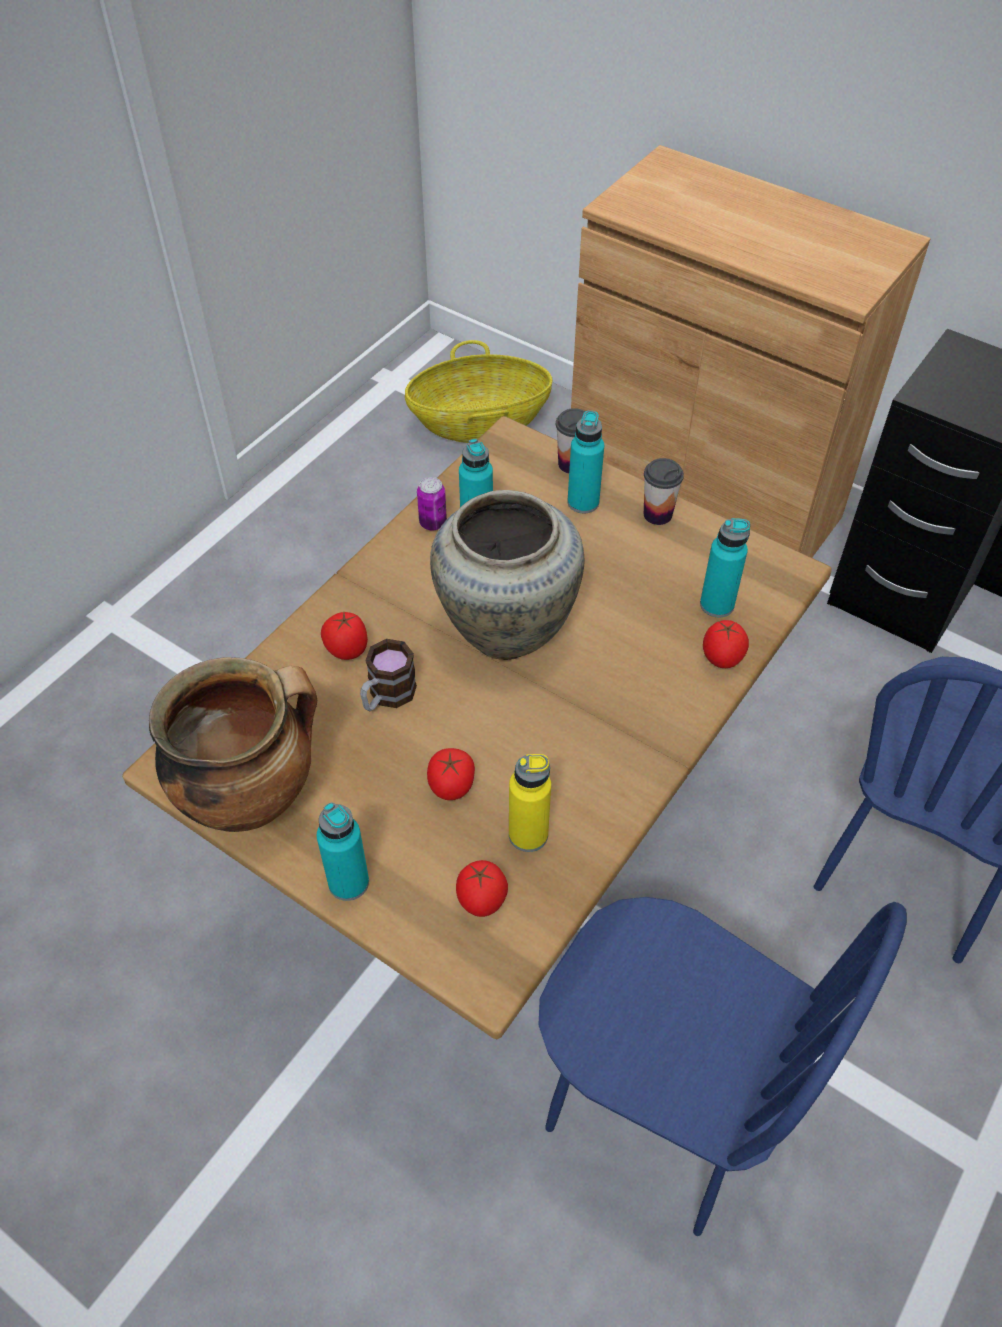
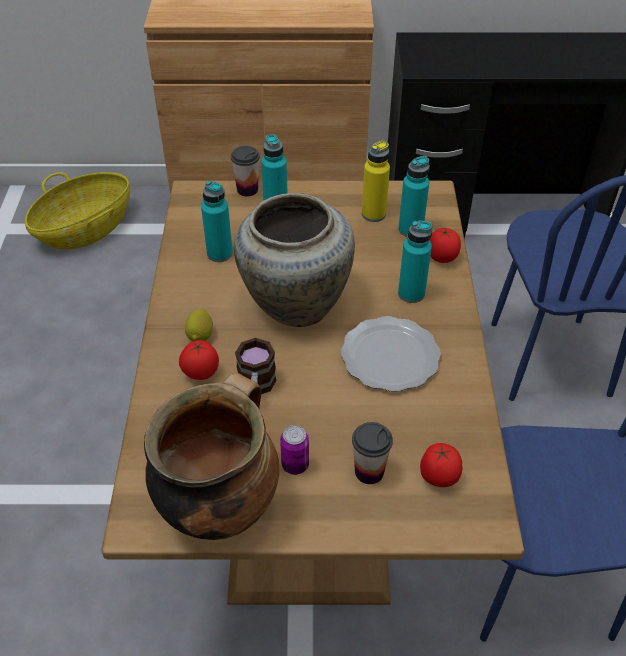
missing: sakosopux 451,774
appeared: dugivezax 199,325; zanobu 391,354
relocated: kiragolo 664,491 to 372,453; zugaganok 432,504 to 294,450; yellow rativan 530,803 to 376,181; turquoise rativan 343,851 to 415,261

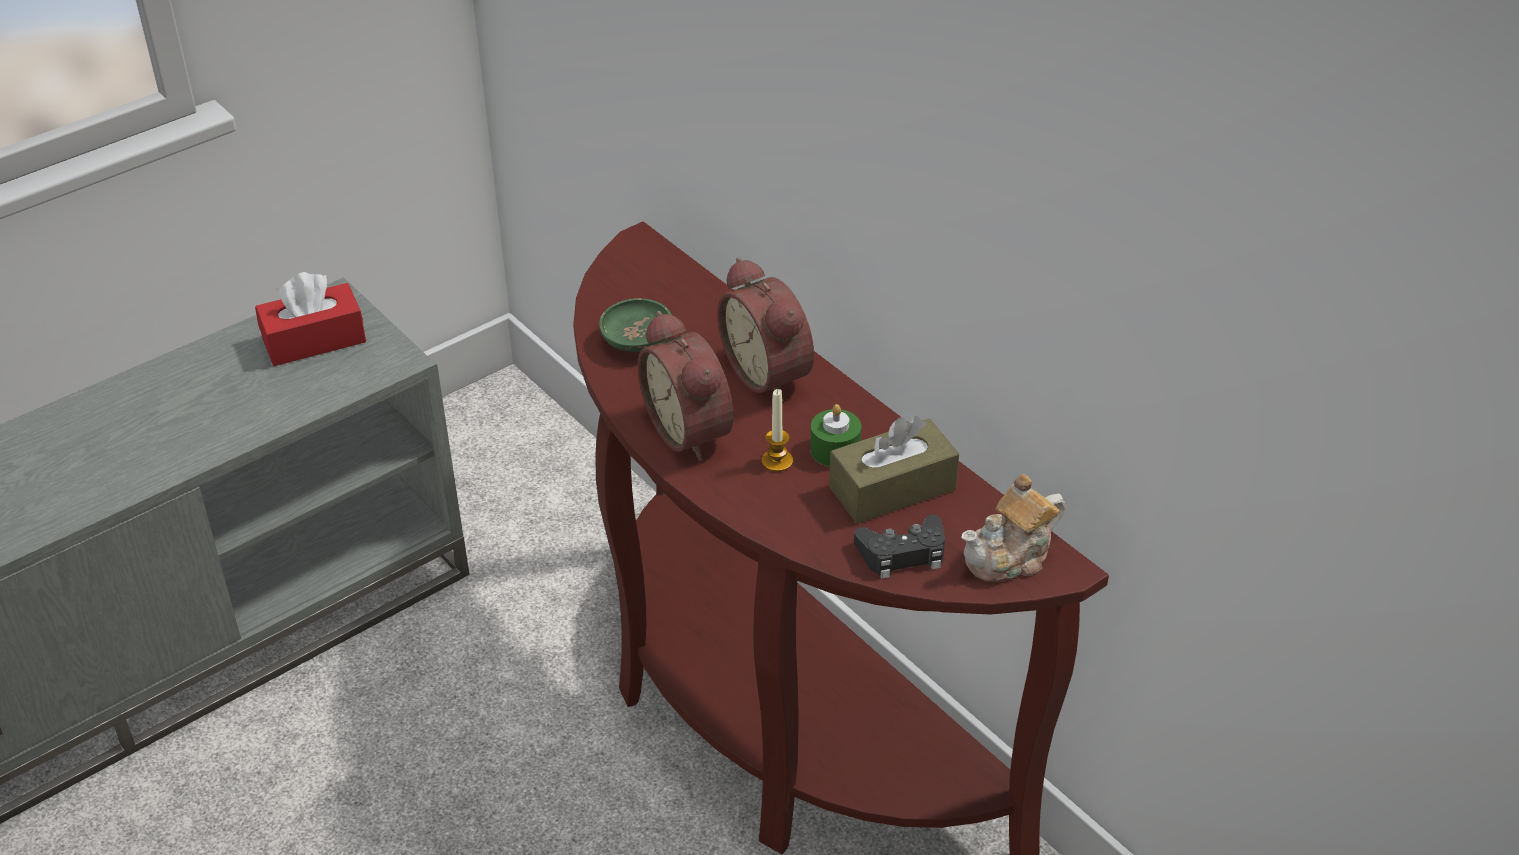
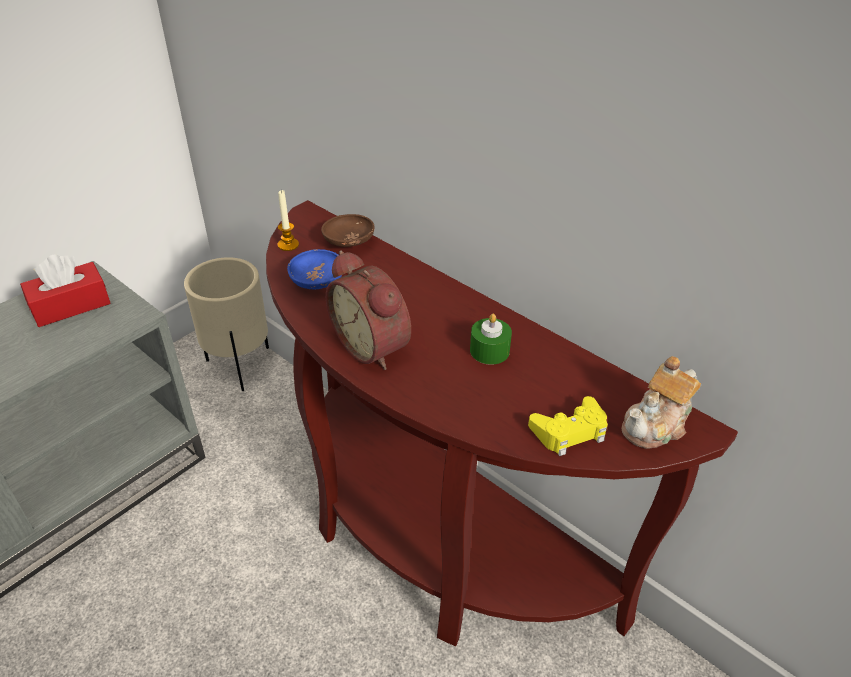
missing: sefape 765,329; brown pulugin 894,470
appeared: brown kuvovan 348,230; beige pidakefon 226,324
relocated: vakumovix 777,430 to 288,220
colour: green kuvovan 635,325 to blue kuvovan 314,269; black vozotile 899,547 to yellow vozotile 568,426

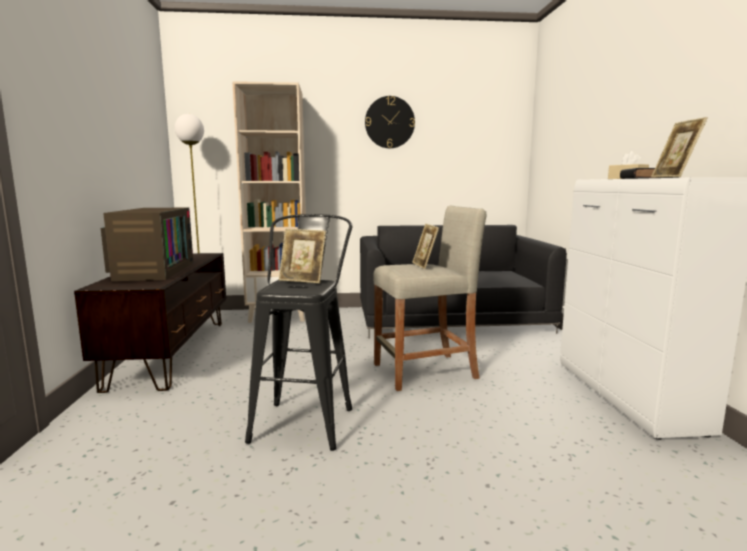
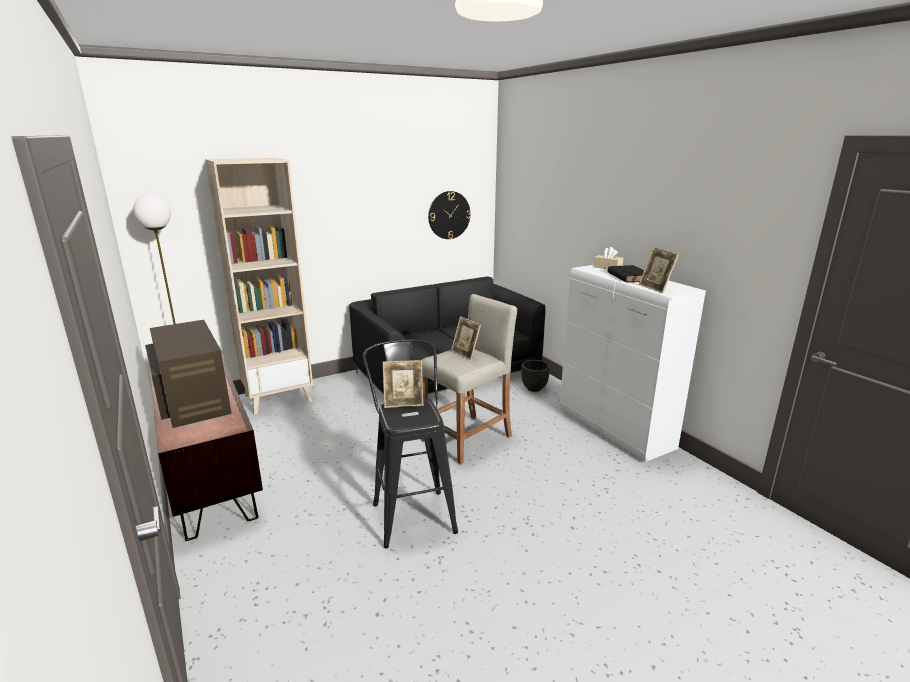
appeared: black pidakefon 535,376
relocated: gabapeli 390,122 to 449,215

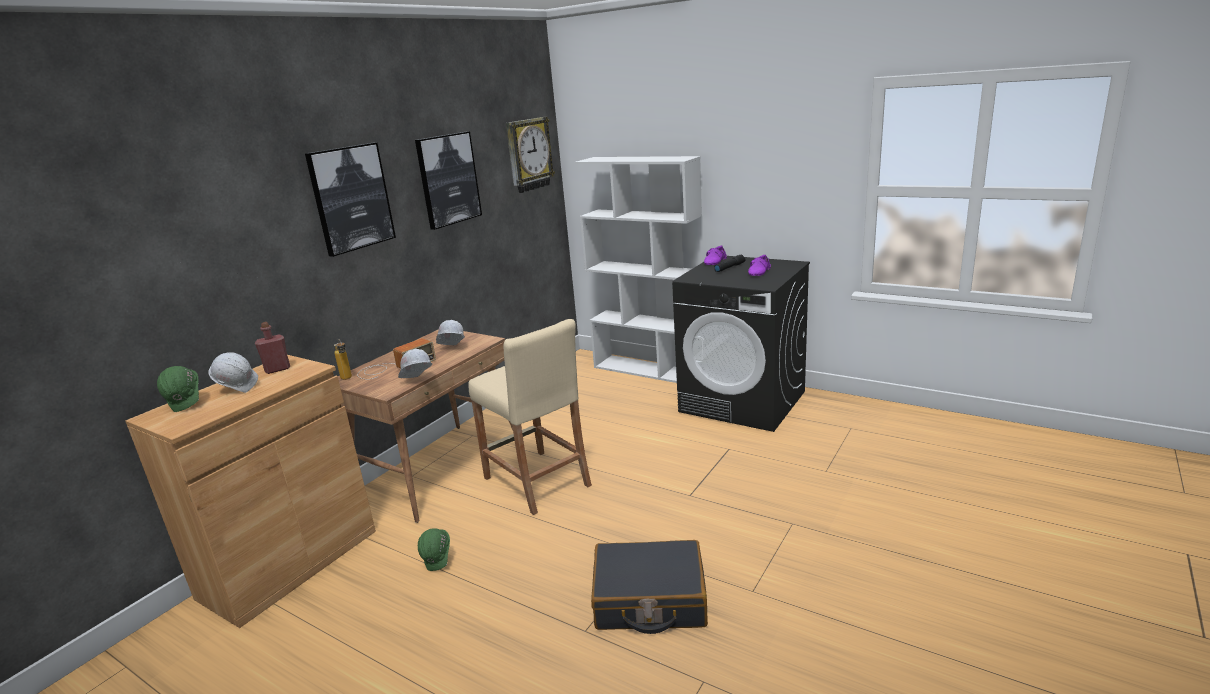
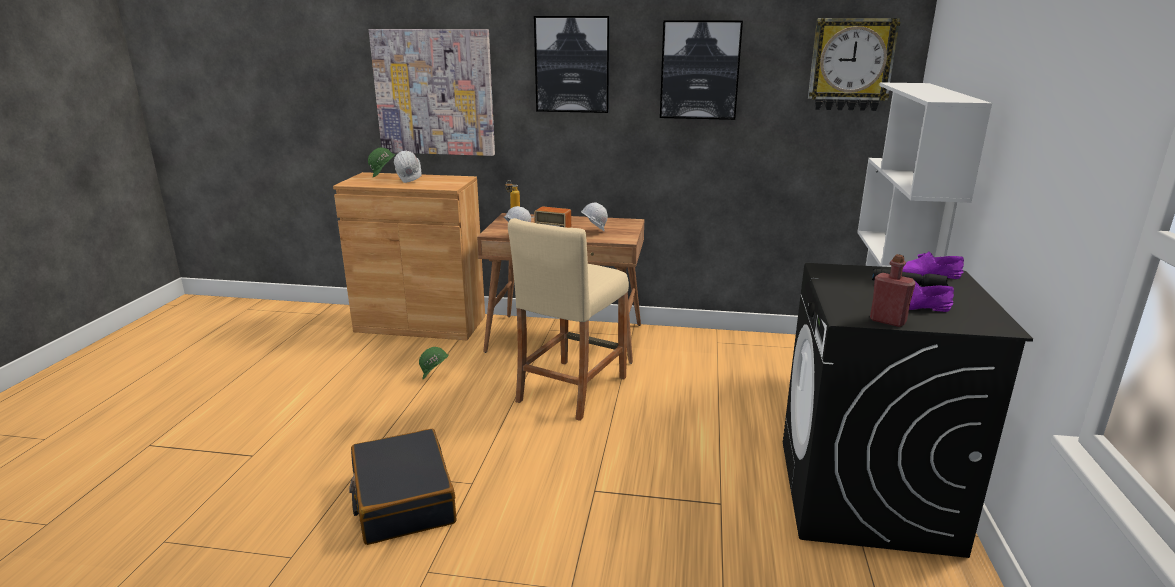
appeared: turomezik 432,92
relocated: red rativan 272,348 to 893,290

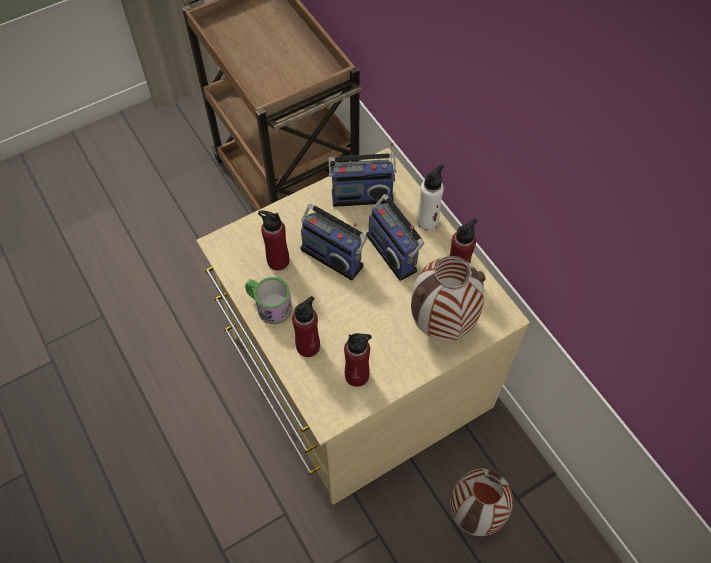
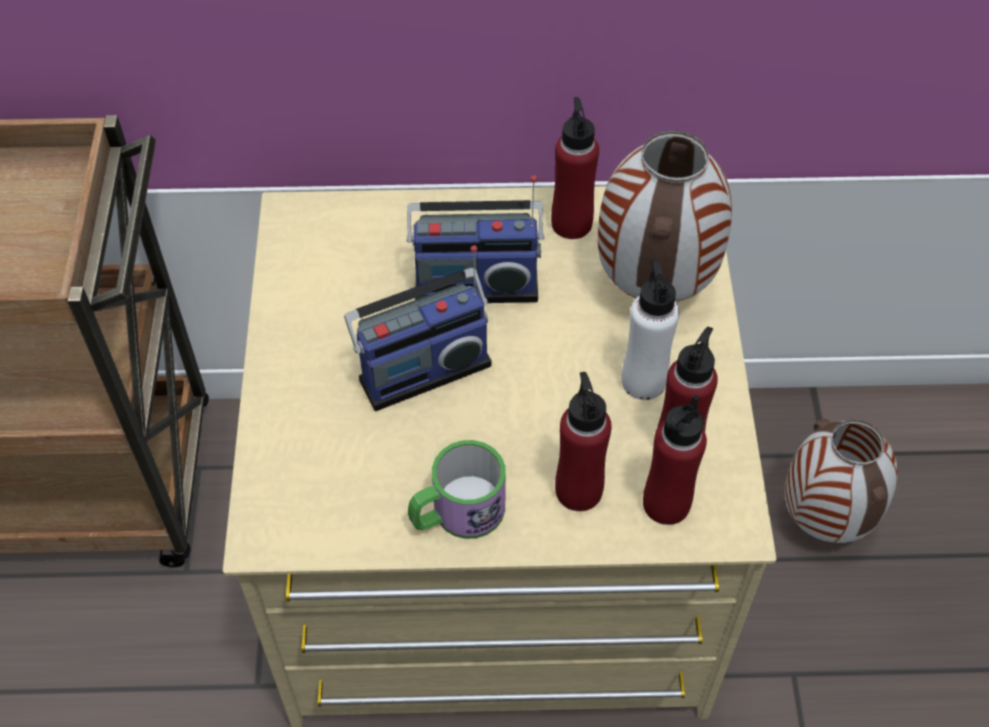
missing: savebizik 362,175
relocated: white rativan 430,197 to 650,329; red rativan 273,240 to 675,460

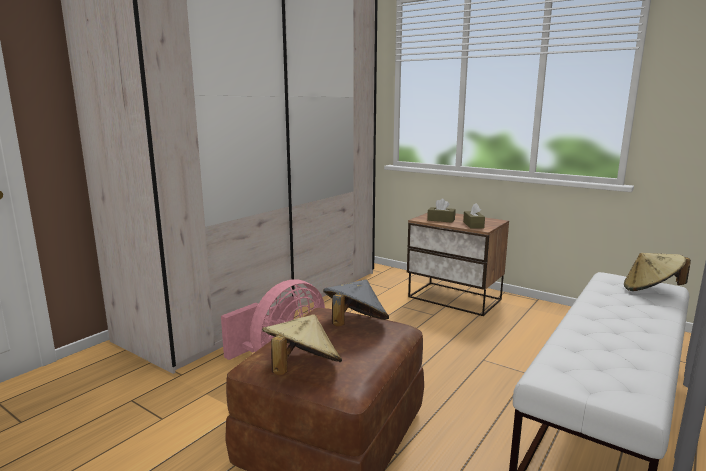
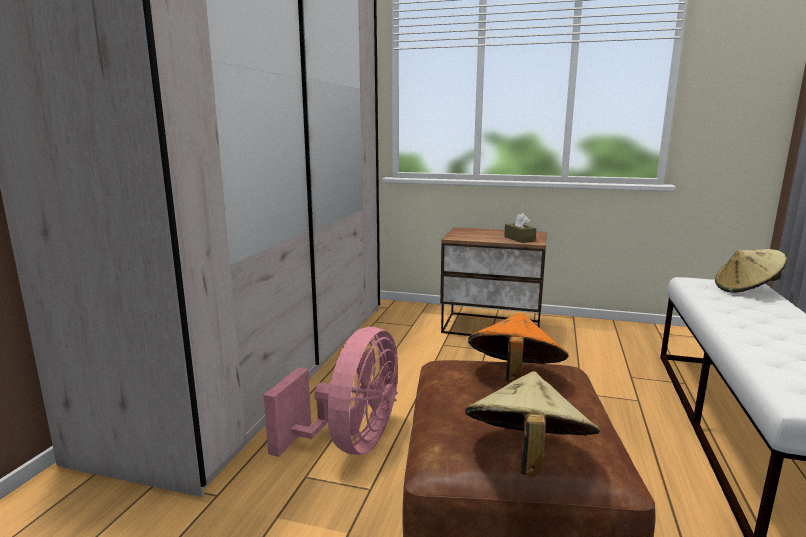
missing: brown pulugin 441,211
colour: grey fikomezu 356,303 to orange fikomezu 518,347

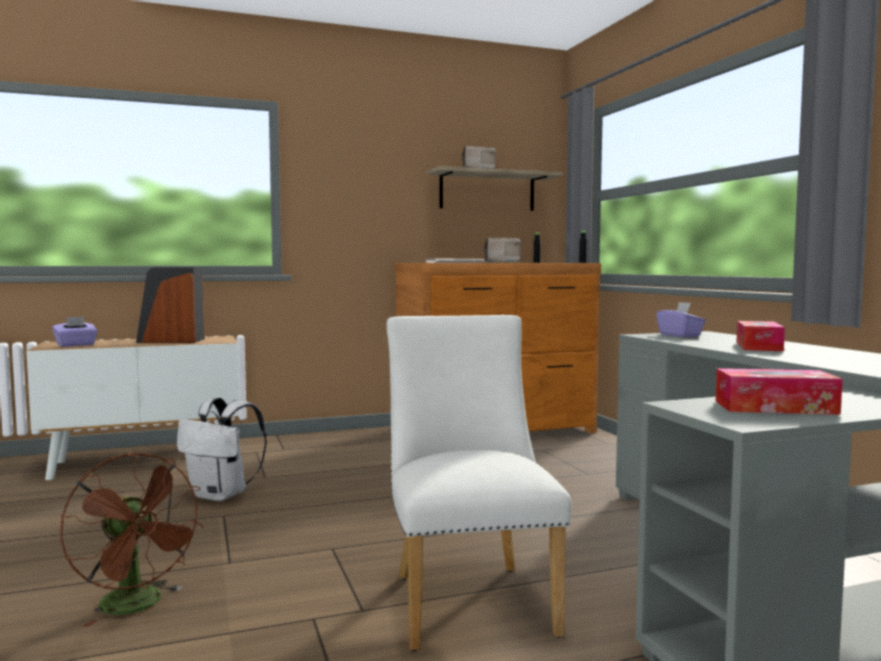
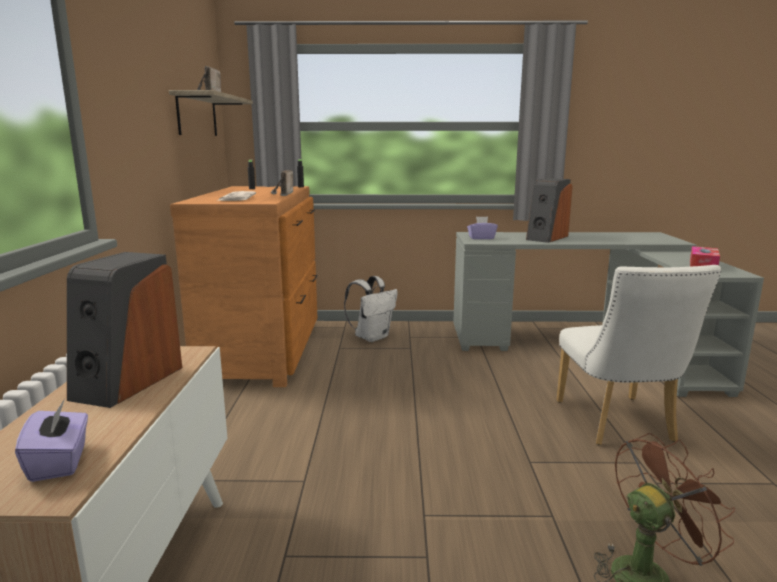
relocated: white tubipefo 222,449 to 371,309
exchanged: pulugin 760,336 to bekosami 549,210
spun: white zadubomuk 479,483 = 638,355 105 degrees counterclockwise

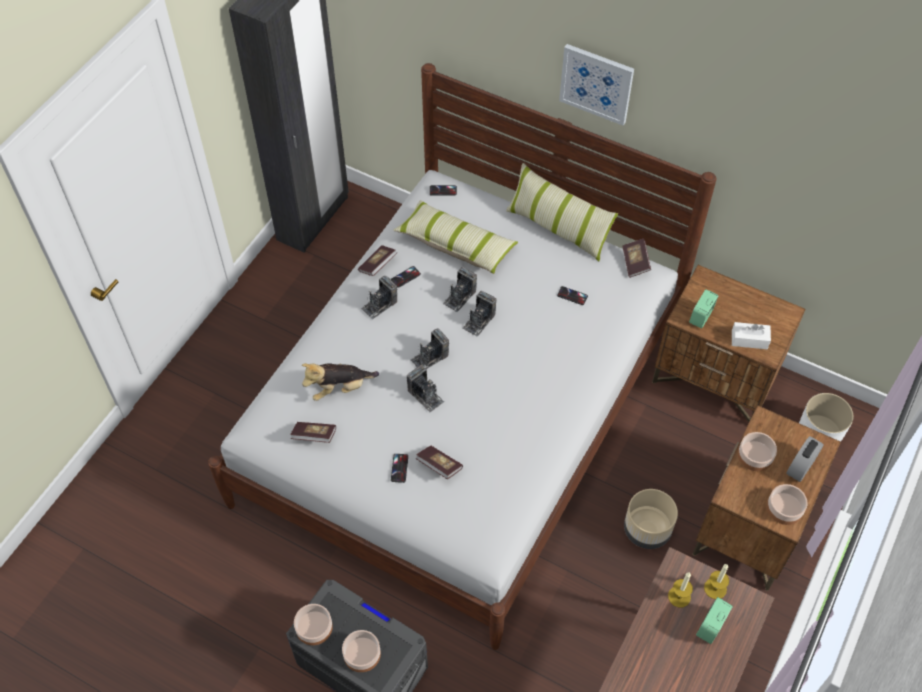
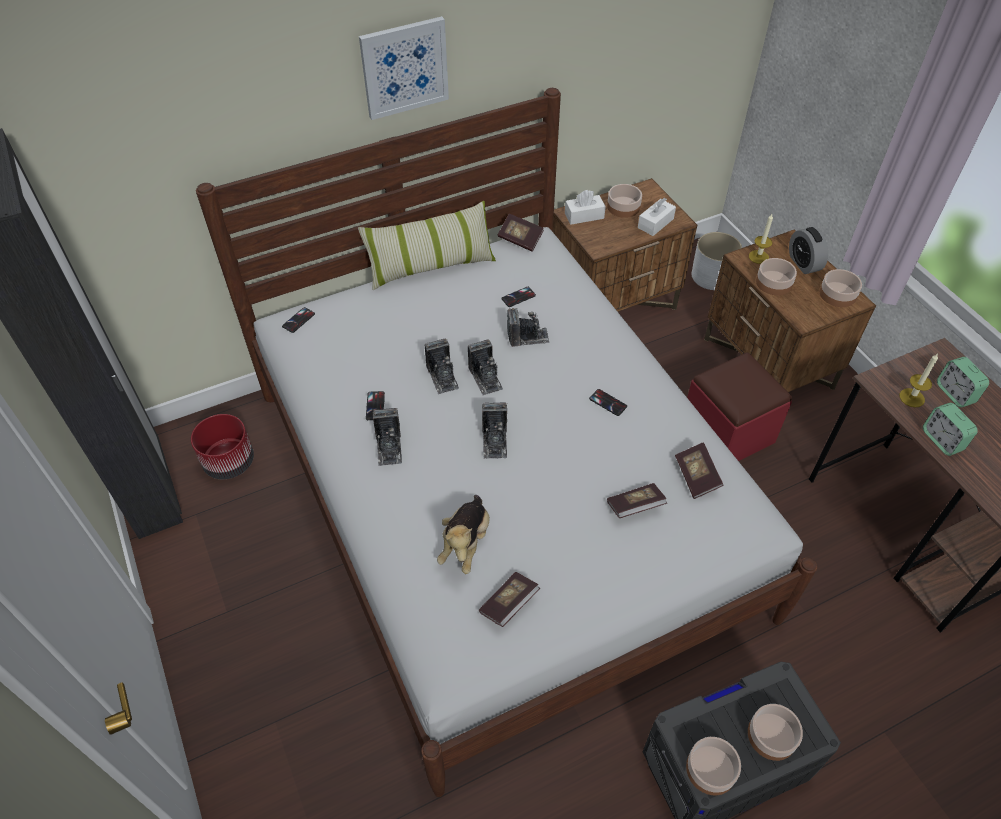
missing: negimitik 455,237
appeared: kuvovan 624,201; white pulugin 585,207; red pidakefon 222,446
relocated: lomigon 377,260 to 699,470; sefape 703,308 to 950,429; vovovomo 425,389 to 528,327; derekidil 399,468 to 608,402; vakumovix 716,581 to 761,239
exchanged: beige pidakefon 651,519 to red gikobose 739,406

